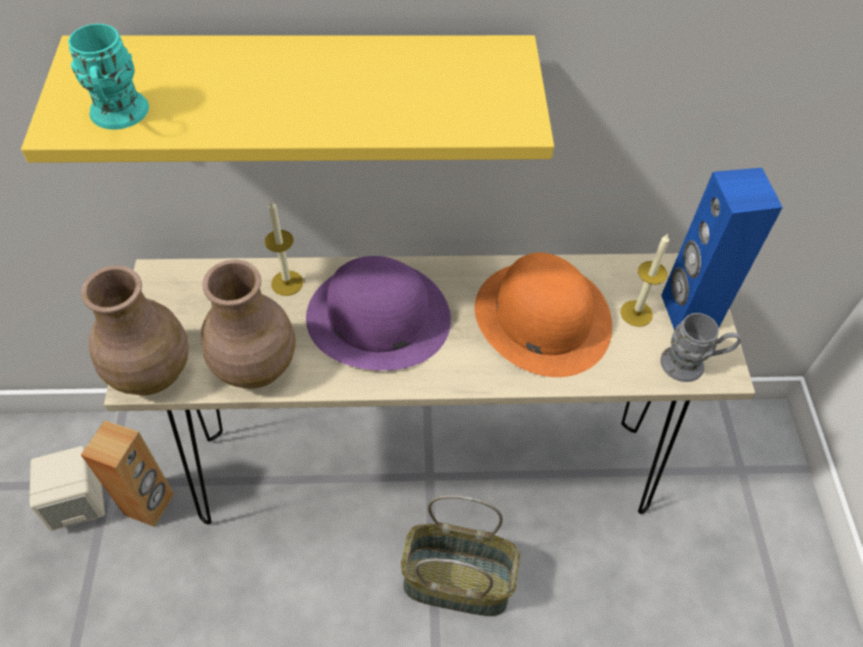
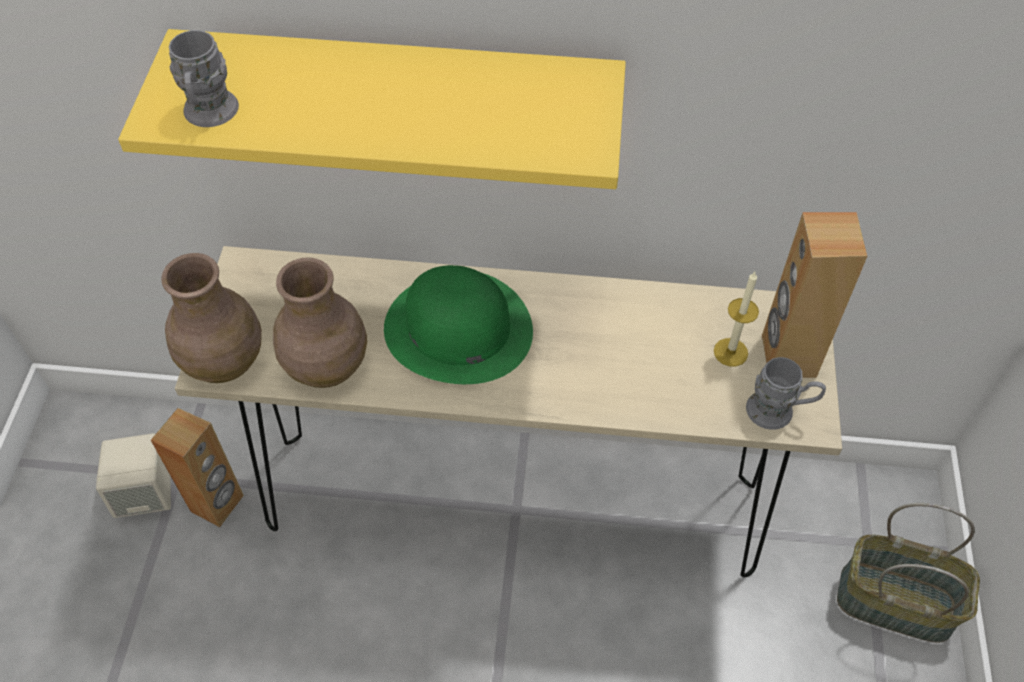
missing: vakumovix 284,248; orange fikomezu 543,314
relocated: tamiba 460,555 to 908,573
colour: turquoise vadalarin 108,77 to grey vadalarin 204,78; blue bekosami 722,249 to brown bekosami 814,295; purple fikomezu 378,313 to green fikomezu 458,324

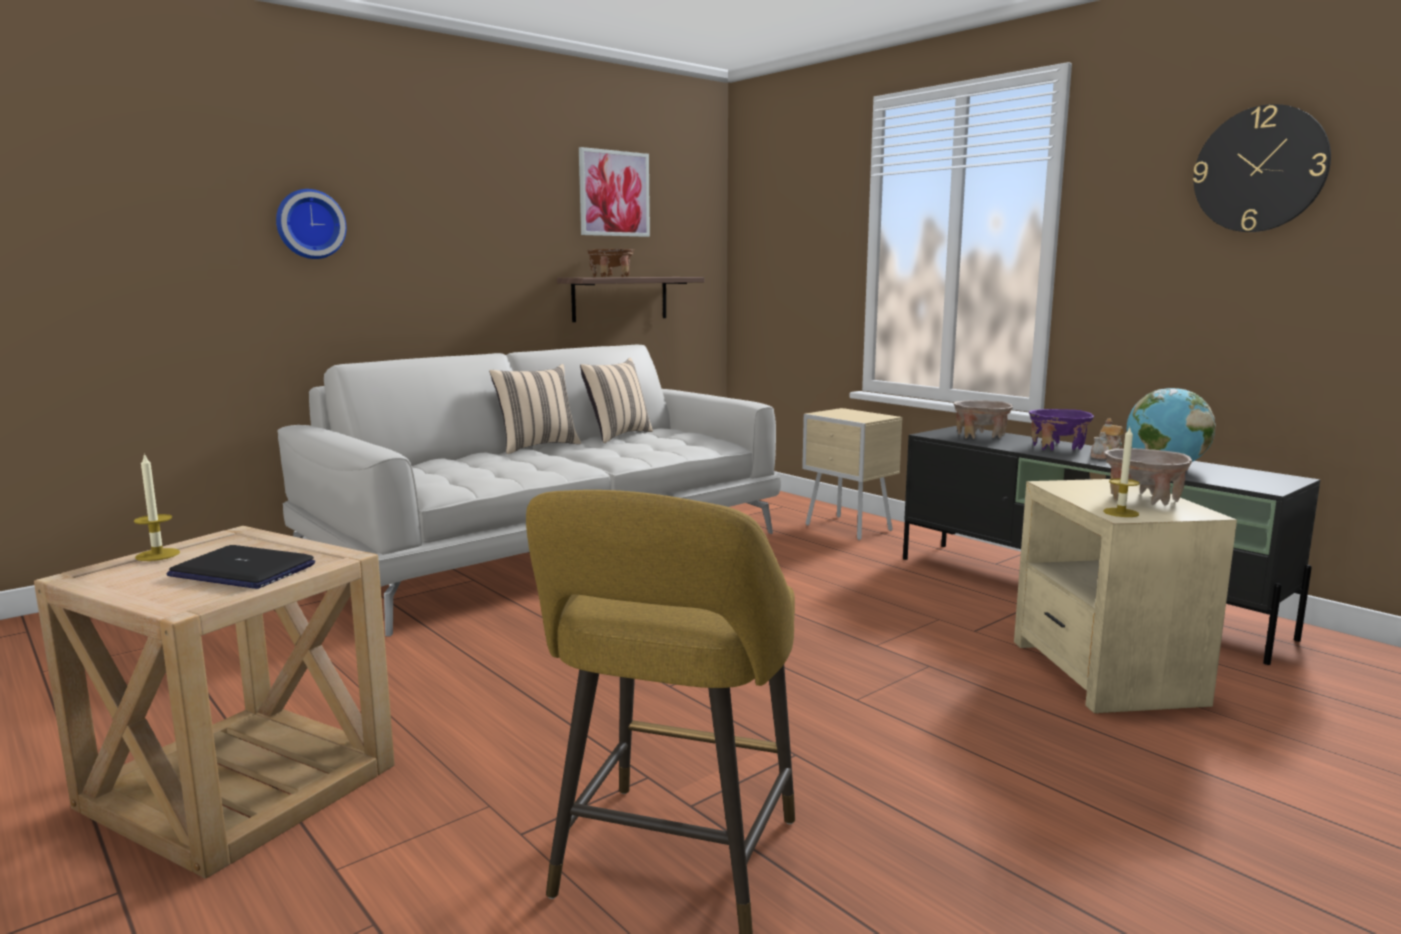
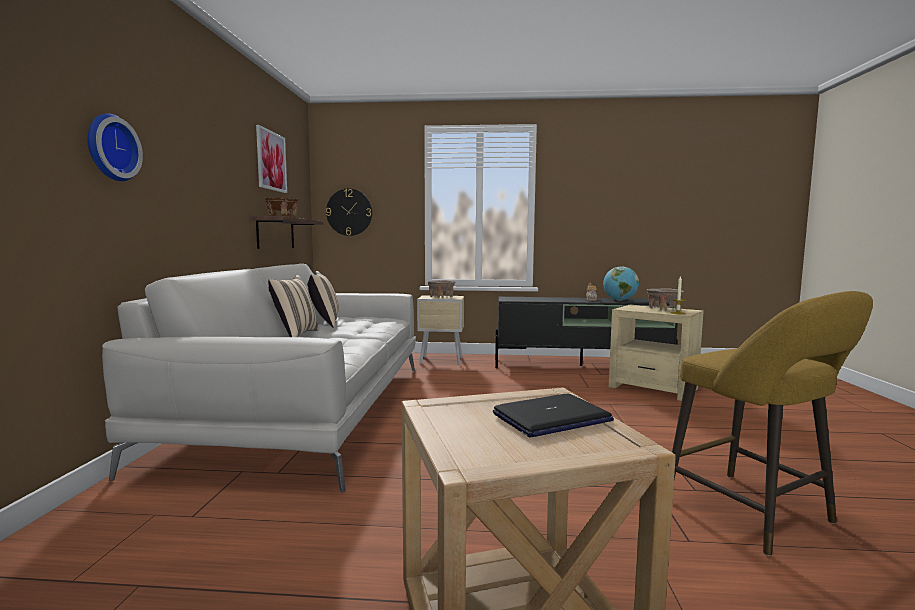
missing: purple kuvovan 1061,430; vakumovix 157,507
relocated: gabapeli 1262,168 to 349,212; beige kuvovan 983,419 to 441,289

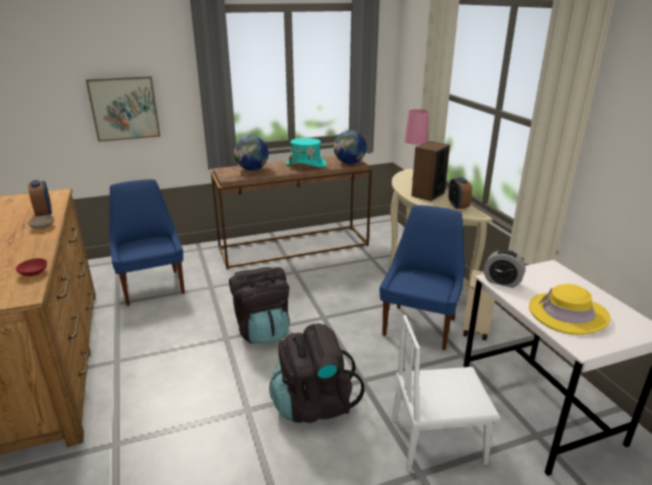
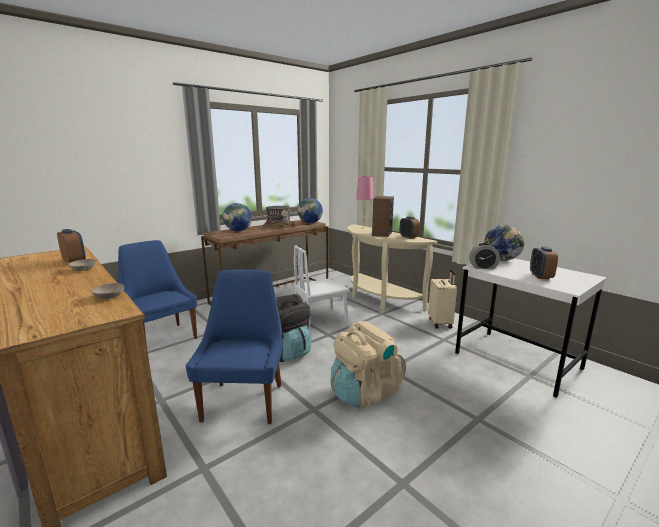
missing: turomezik 123,109
appeared: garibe 504,242
relocated: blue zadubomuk 422,277 to 234,346; white zadubomuk 446,393 to 322,287
exchanged: yellow fikomezu 569,309 to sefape 544,262
colour: turquoise fikomezu 306,153 to grey fikomezu 278,216; red kuvovan 31,267 to beige kuvovan 107,291; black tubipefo 316,373 to beige tubipefo 368,364

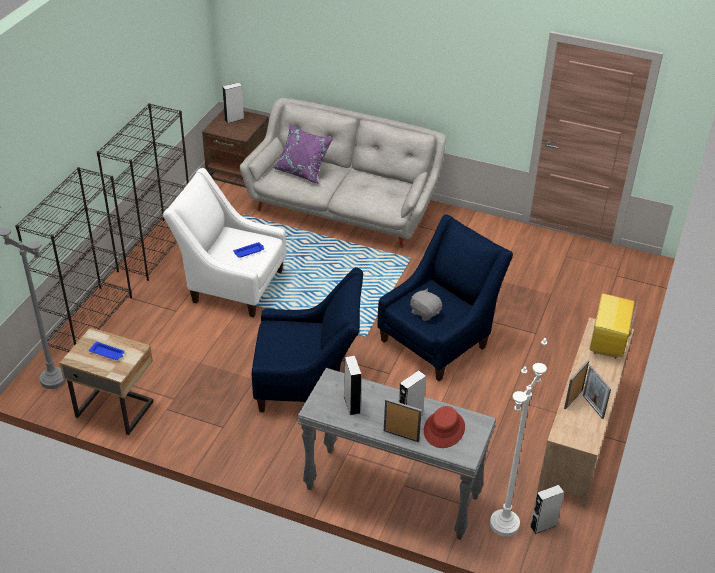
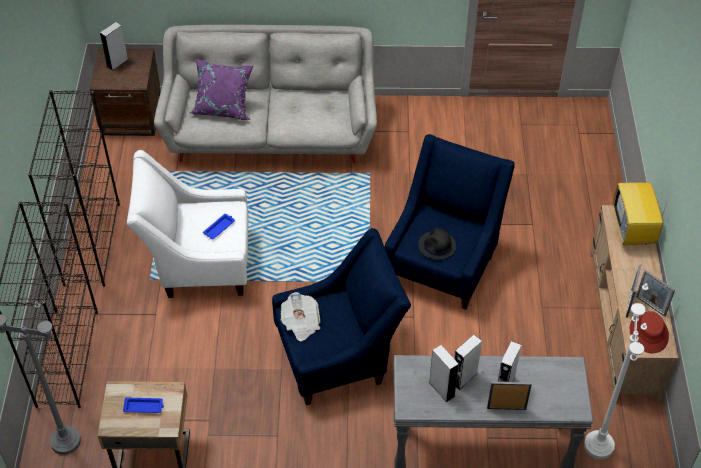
appeared: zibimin 300,317
relocated: red fikomezu 444,427 to 649,332; grey bekosami 547,509 to 468,362
exchanged: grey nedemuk 426,304 to black fikomezu 437,244

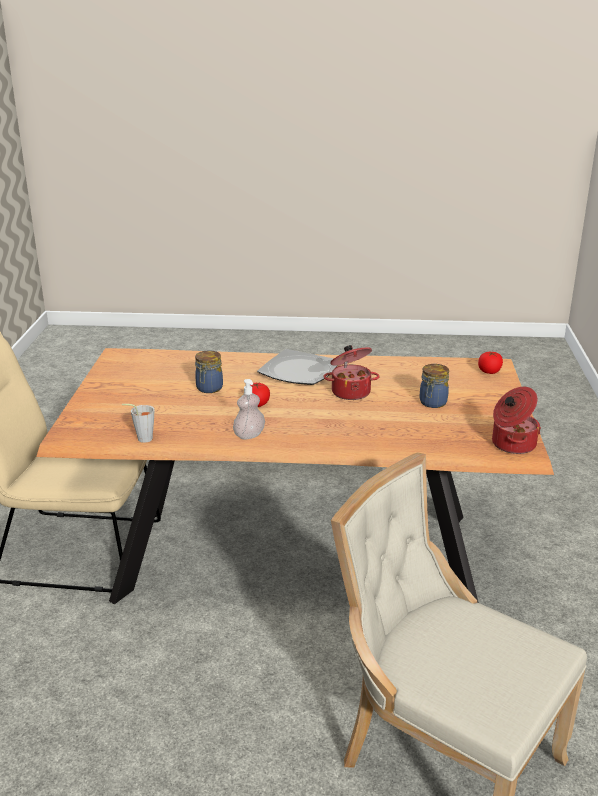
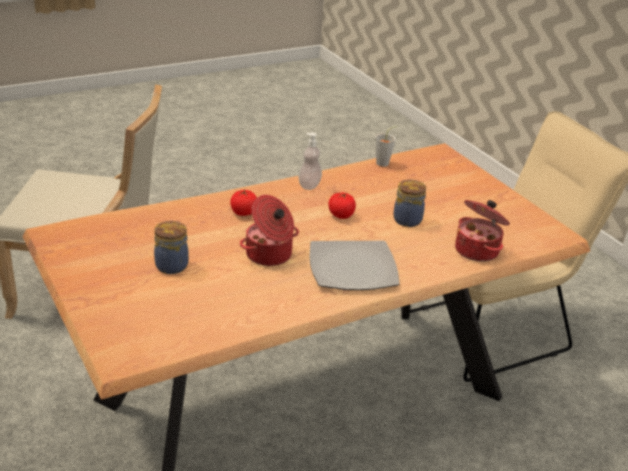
relocated: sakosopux 490,362 to 243,203; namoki 516,420 to 482,231

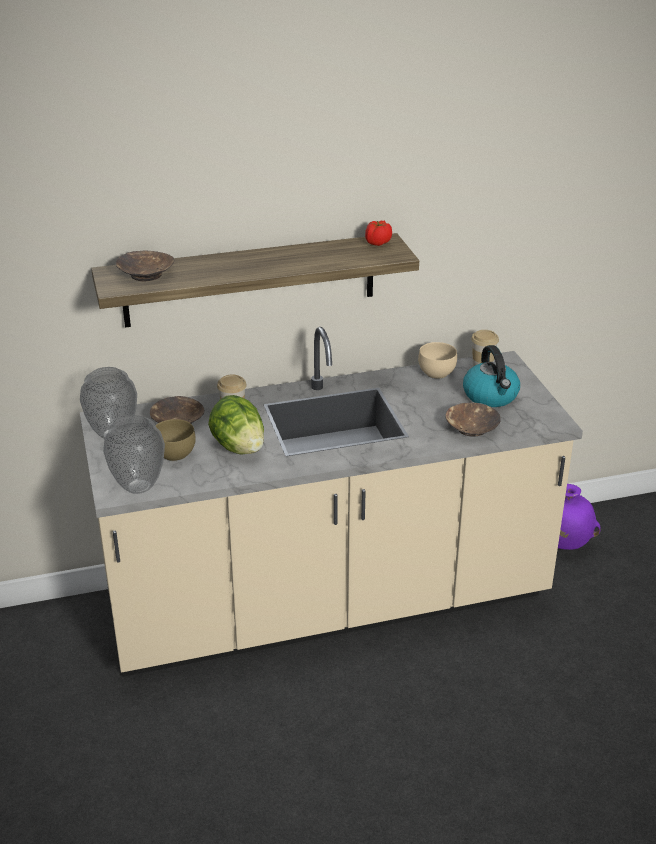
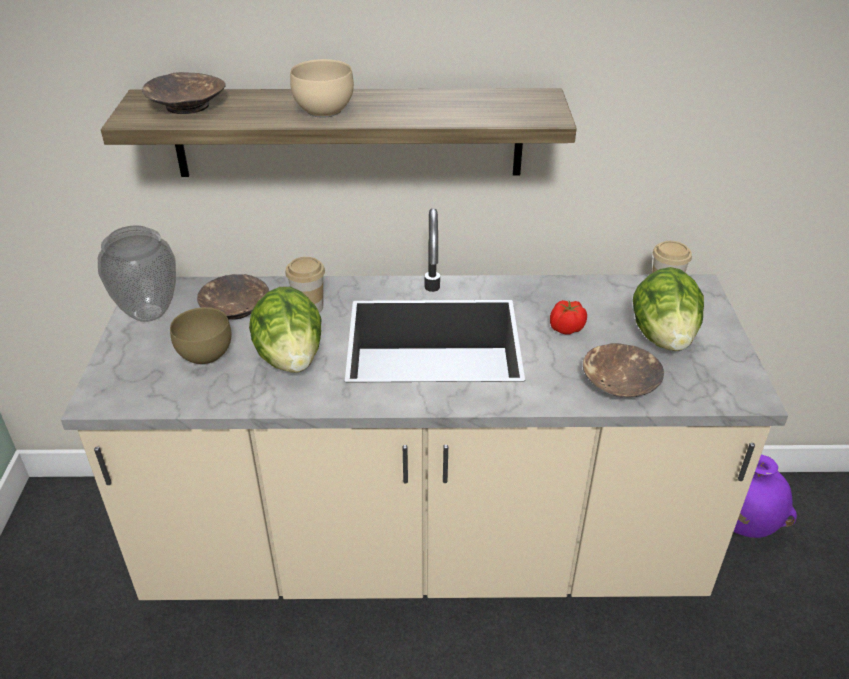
missing: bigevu 134,454
relocated: sakosopux 378,233 to 568,317; beige kuvovan 437,360 to 322,88
exchanged: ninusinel 491,376 to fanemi 668,309

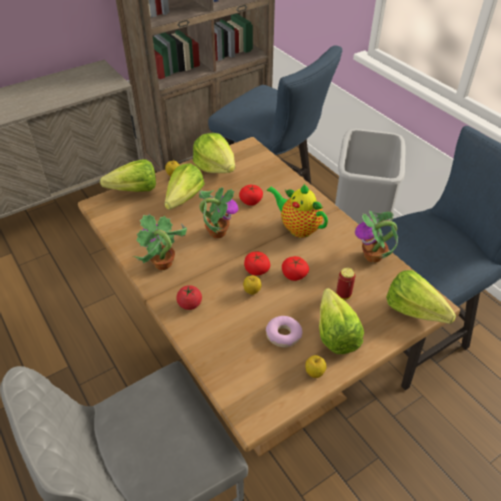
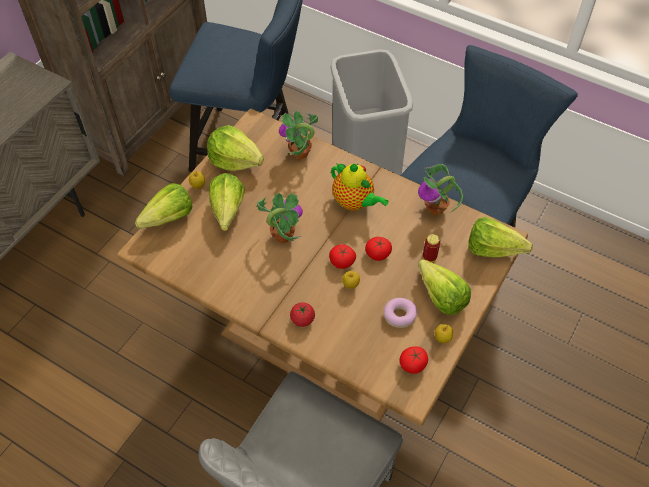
relocated: sakosopux 251,195 to 413,360; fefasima 160,242 to 298,134
spun: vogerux 297,211 = 360,187 150 degrees counterclockwise

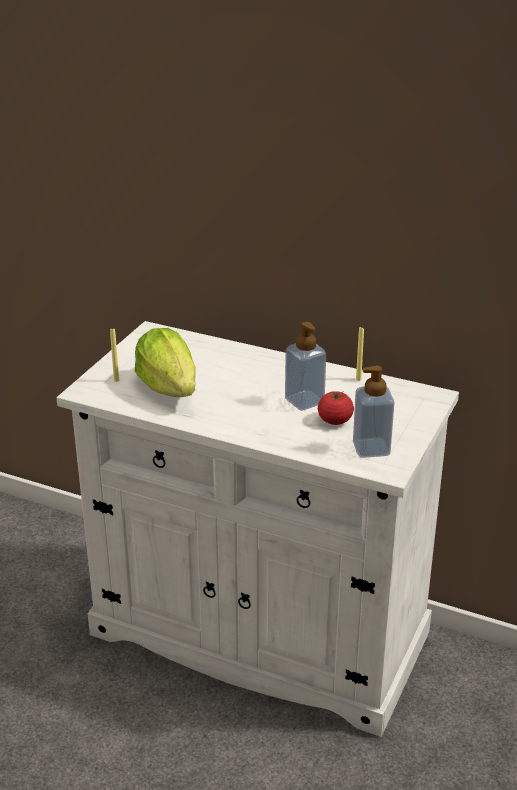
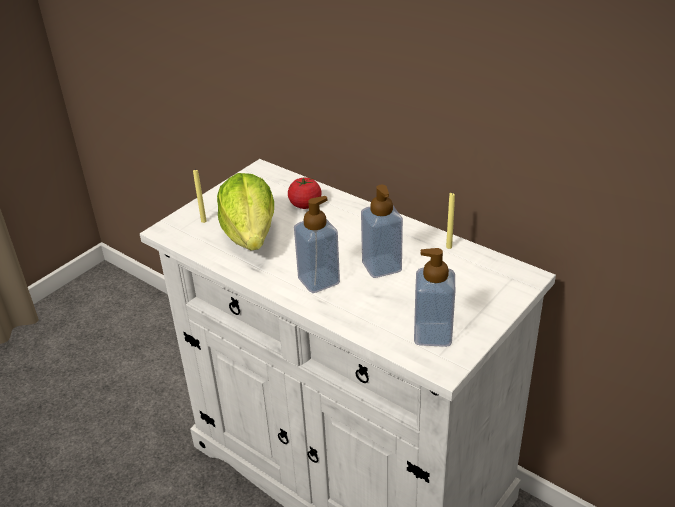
appeared: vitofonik 317,244
relocated: sakosopux 336,408 to 305,193

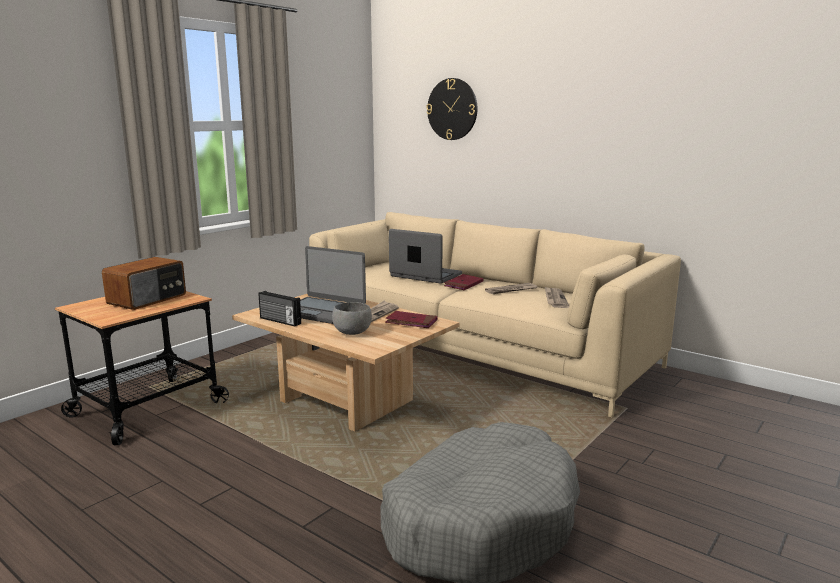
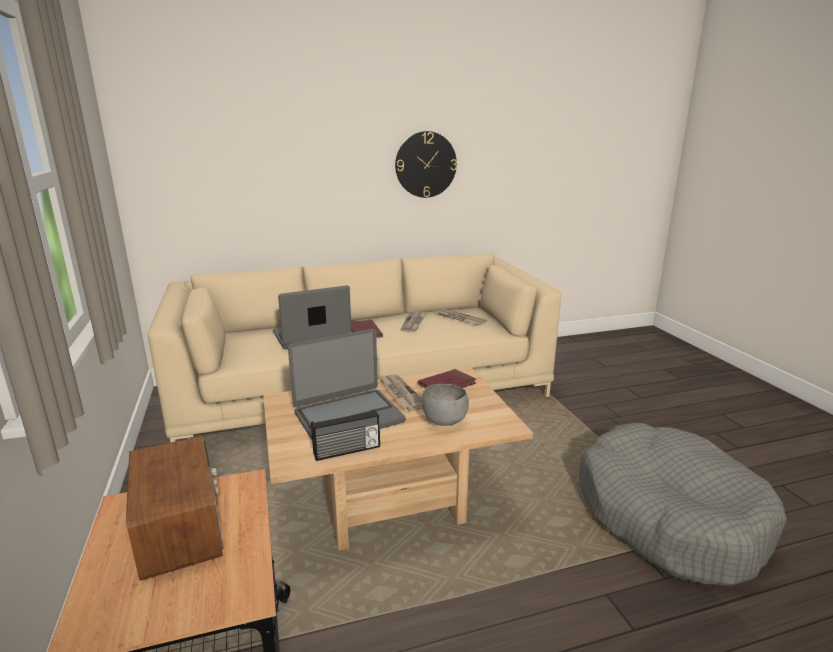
relocated: gabapeli 451,109 to 426,164

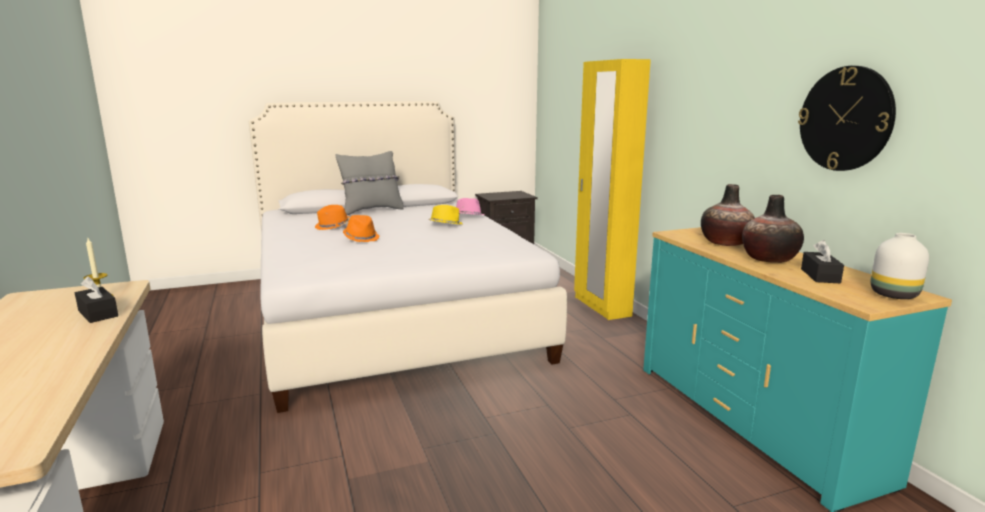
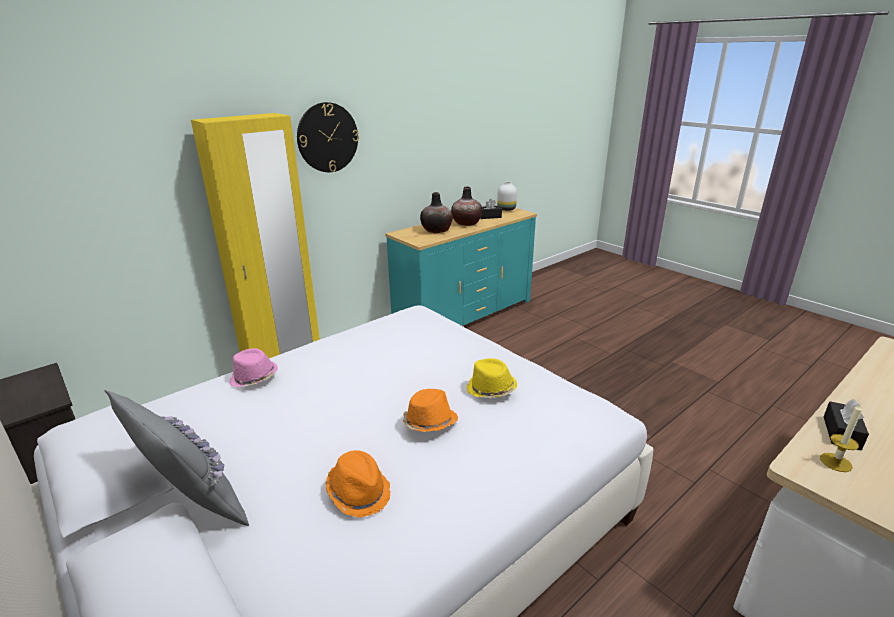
relocated: gabapeli 847,118 to 328,137; yellow fikomezu 445,214 to 492,378

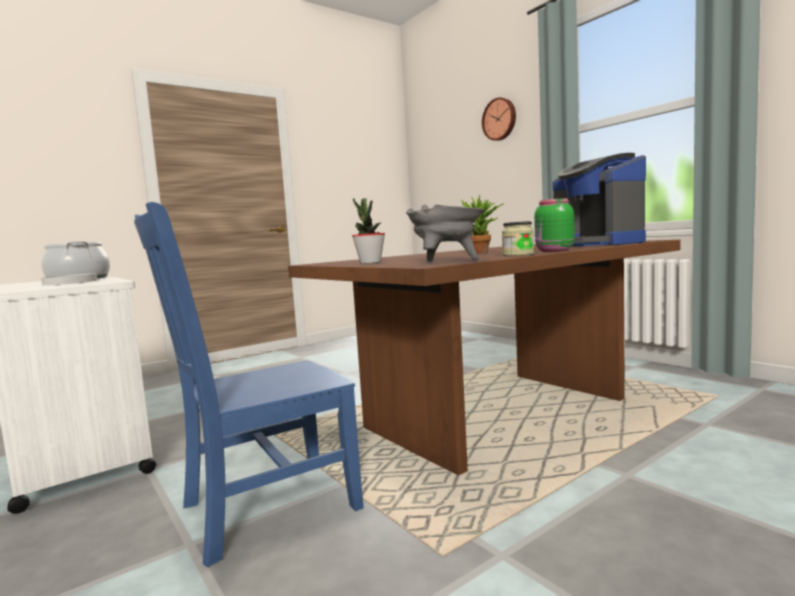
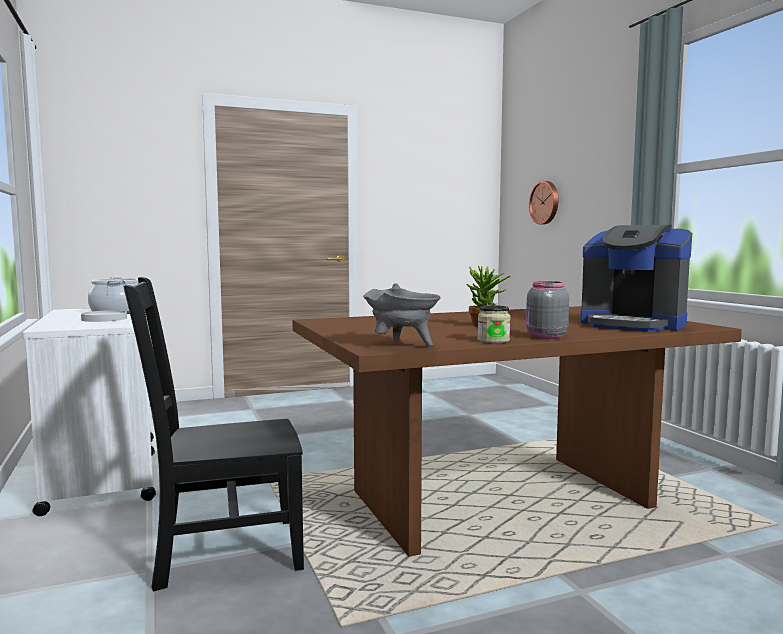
missing: fefasima 368,231
relocated: gabapeli 499,119 to 543,202
colour: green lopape 554,225 to grey lopape 547,310; blue zadubomuk 249,384 to black zadubomuk 213,434
spun: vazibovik 599,199 = 636,278 45 degrees counterclockwise

